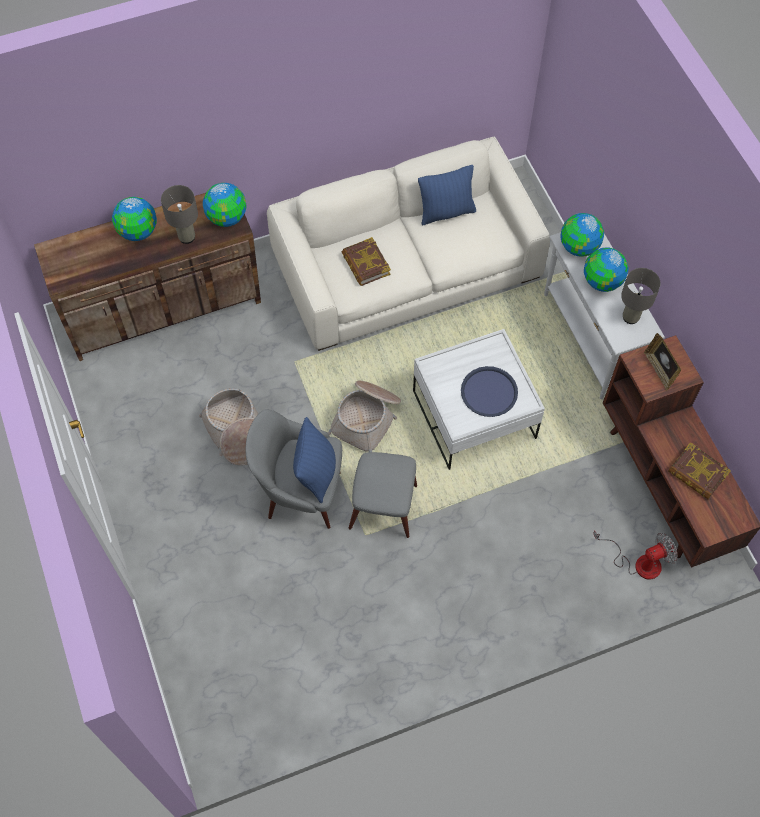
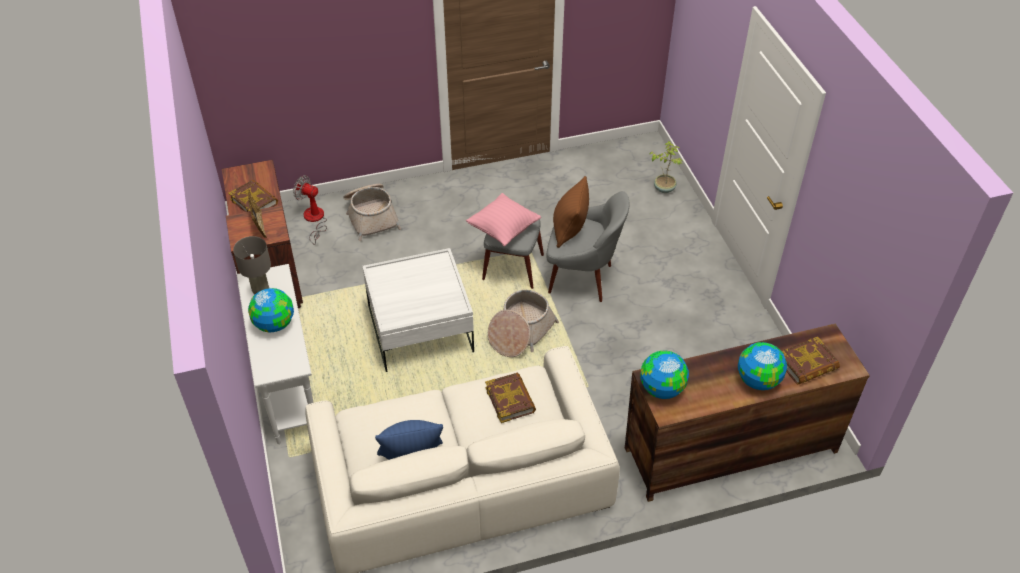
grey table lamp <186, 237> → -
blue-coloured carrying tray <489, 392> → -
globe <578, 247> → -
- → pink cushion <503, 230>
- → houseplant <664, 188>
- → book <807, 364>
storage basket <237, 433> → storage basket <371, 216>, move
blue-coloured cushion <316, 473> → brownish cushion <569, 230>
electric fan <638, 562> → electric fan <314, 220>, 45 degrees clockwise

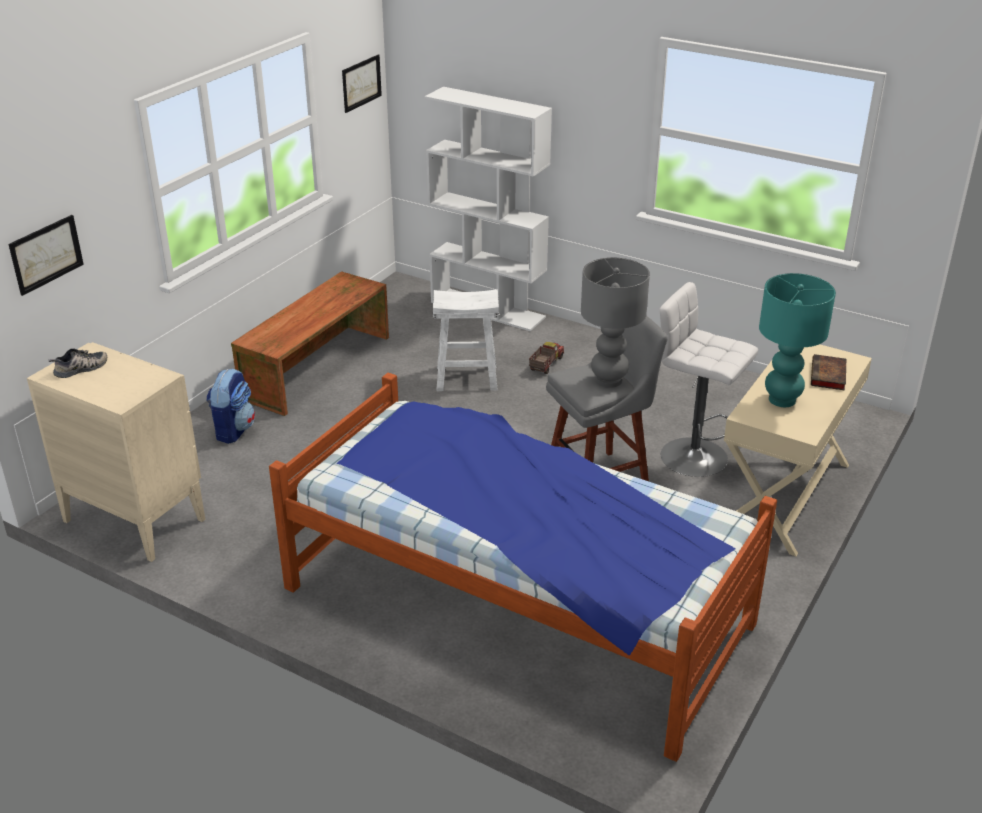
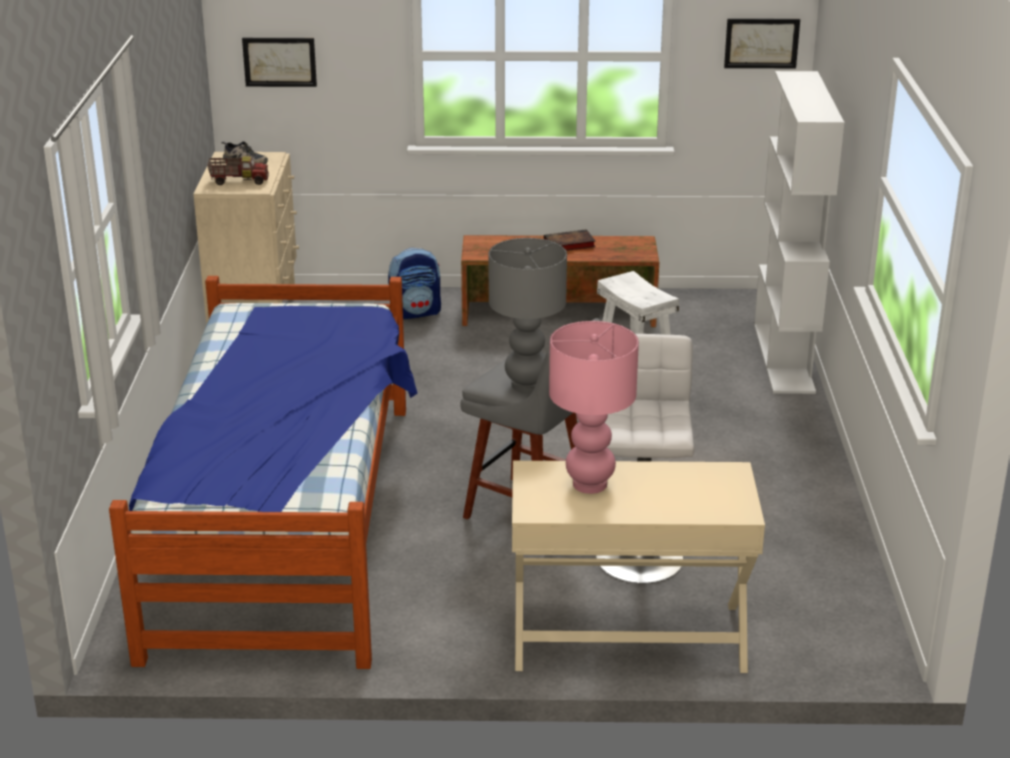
toy lorry <545, 364> → toy lorry <239, 181>, move
book <828, 376> → book <568, 244>, move
blue-green table lamp <781, 400> → pink table lamp <589, 484>

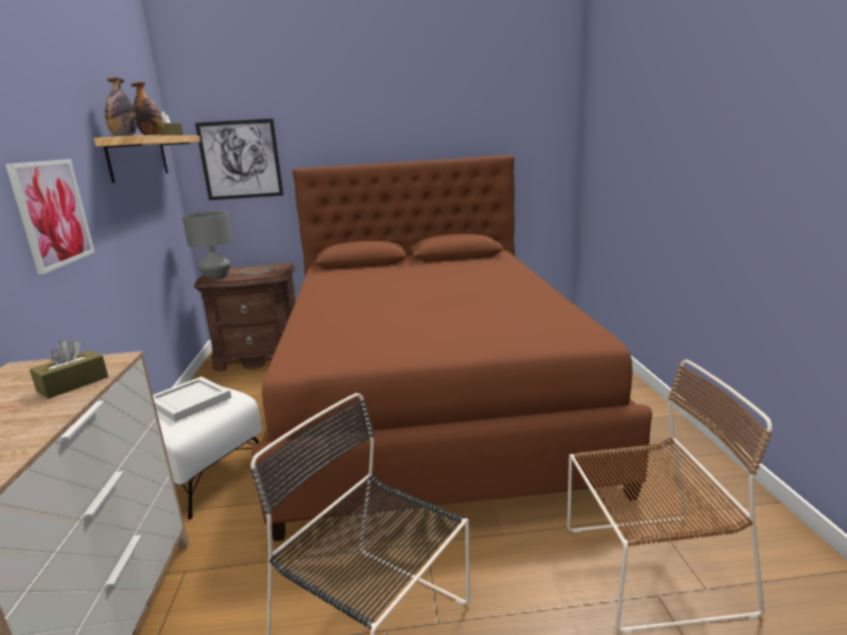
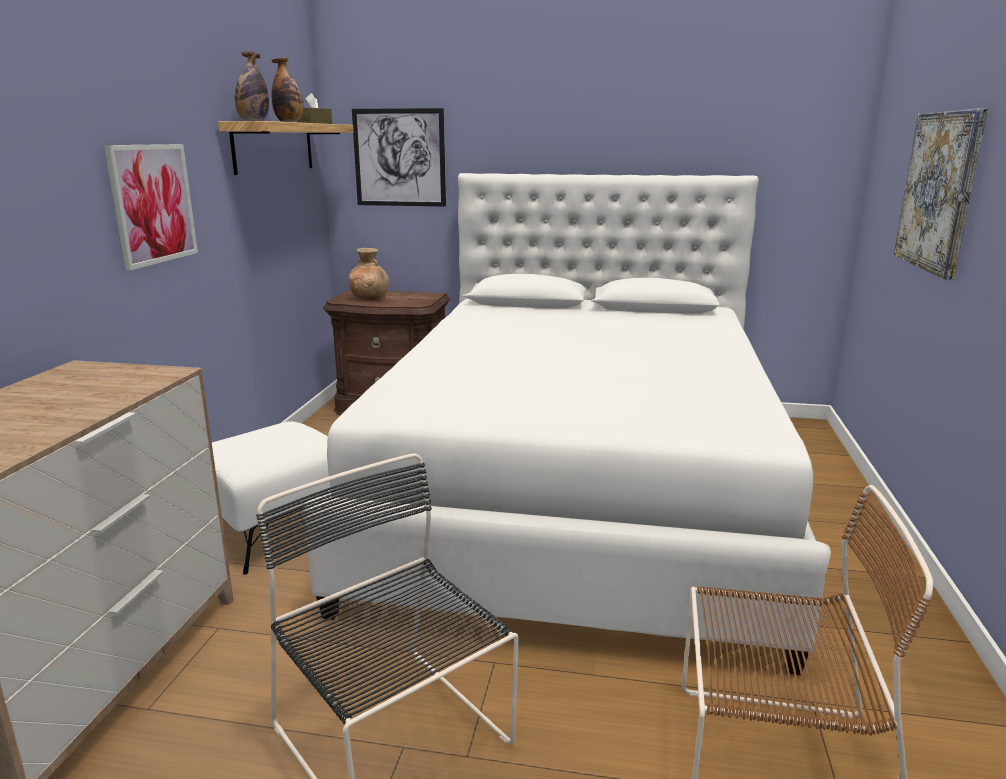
brownish tissue box <73, 384> → -
whitish carrying tray <190, 400> → -
- → picture <939, 191>
grey table lamp <232, 274> → brownish decorative vase <370, 298>
brownish sleeping bed <431, 398> → whitish sleeping bed <578, 490>

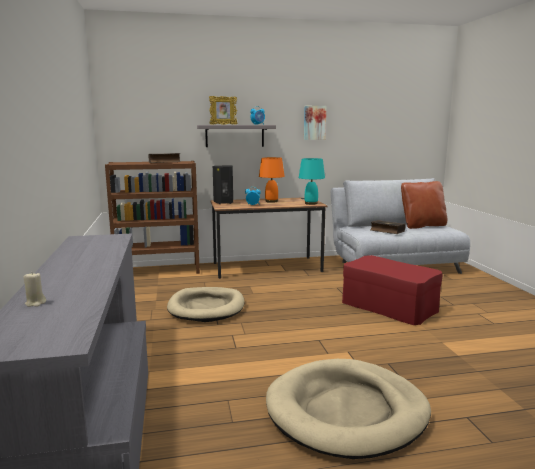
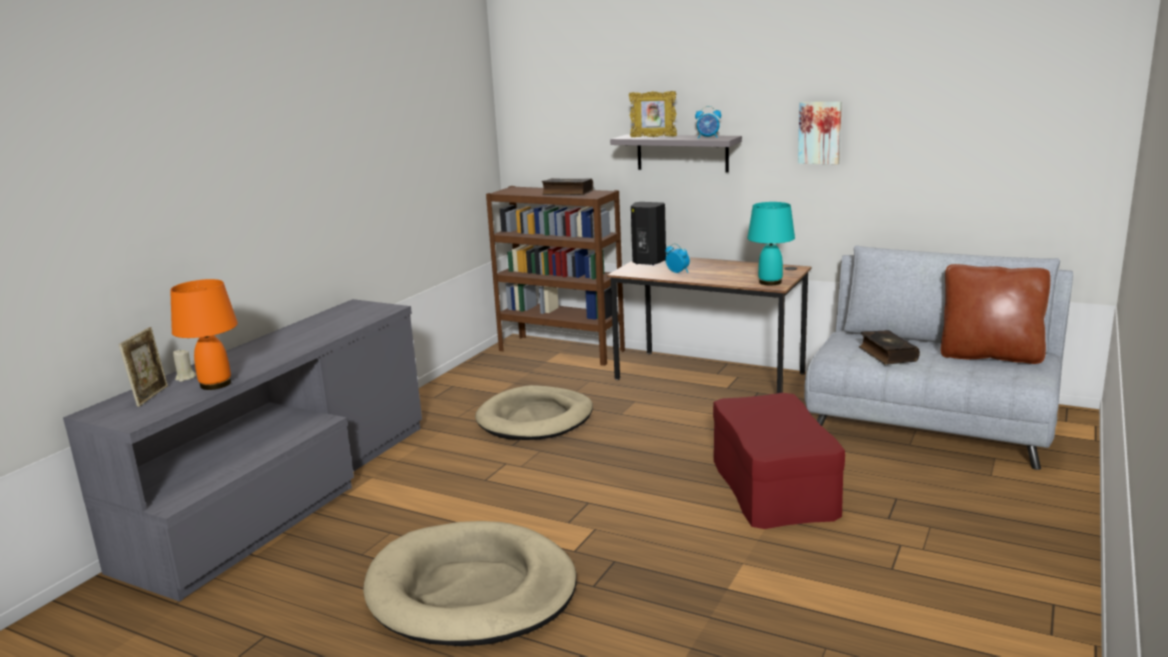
- → standing frame <151, 396>
orange-coloured table lamp <271, 201> → orange-coloured table lamp <216, 384>, move

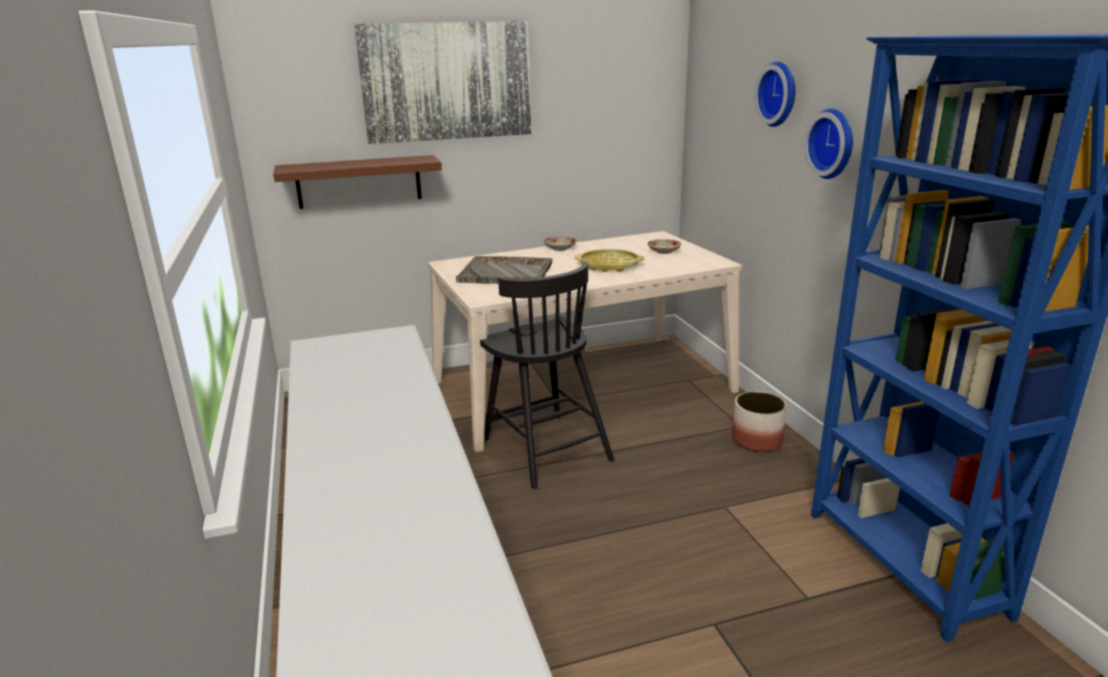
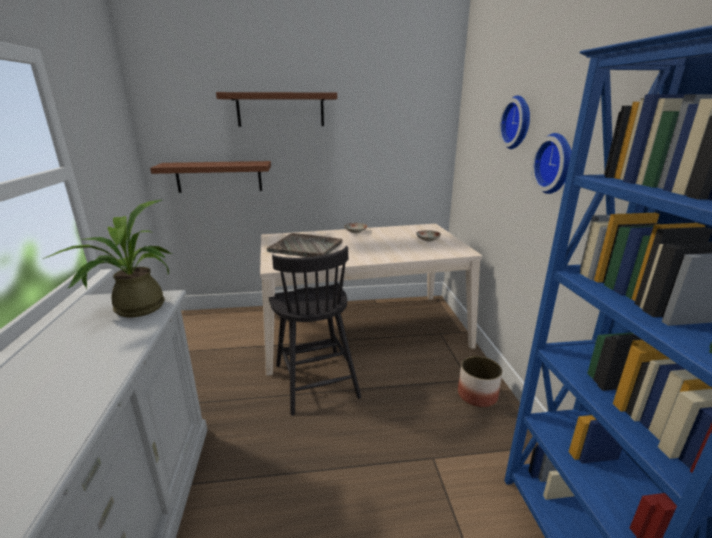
yellow-coloured carrying tray <609, 265> → -
- → houseplant <133, 309>
picture <447, 82> → brownish wall shelf <280, 110>

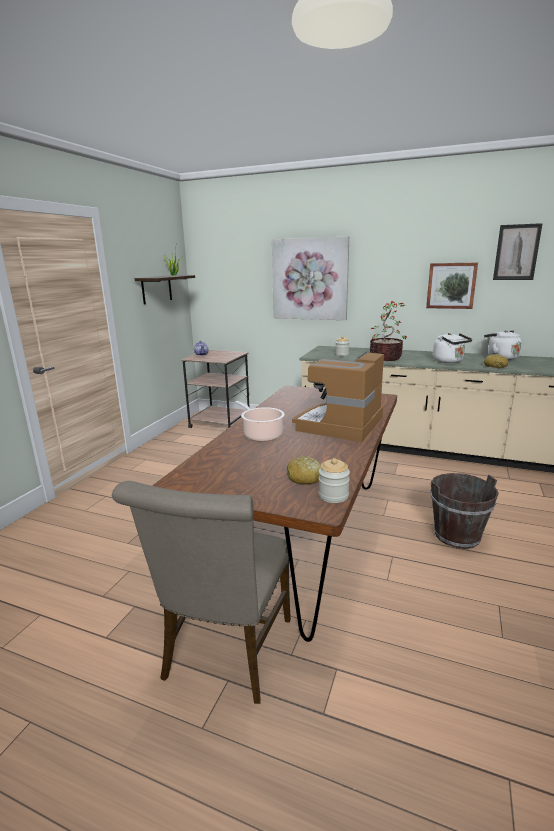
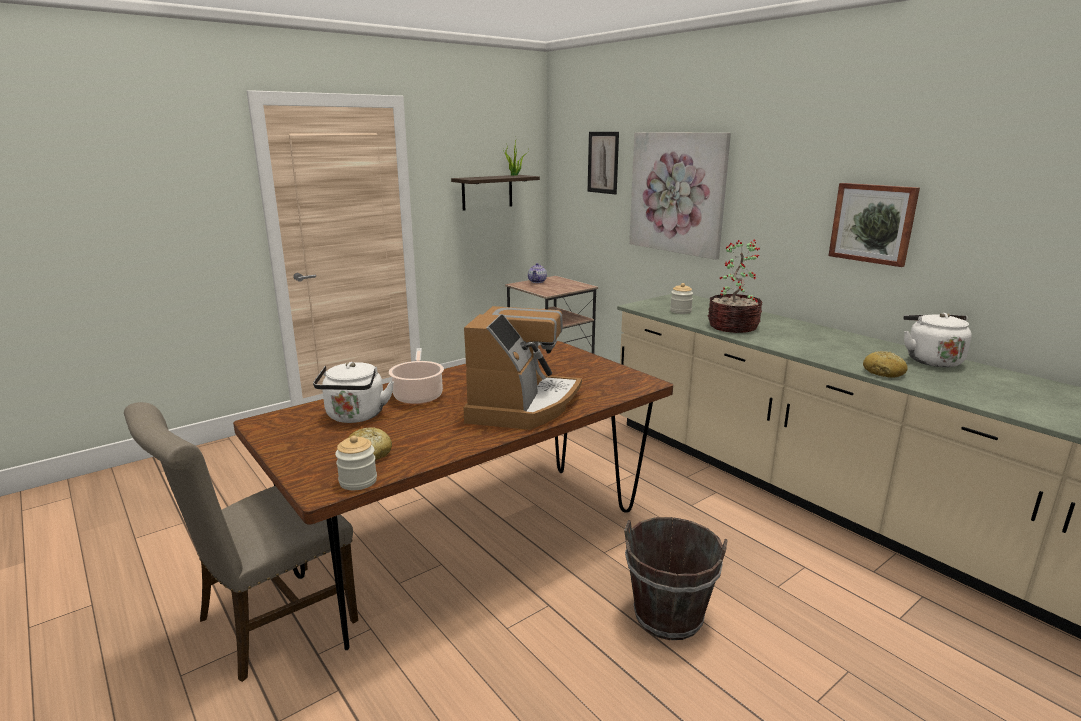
whitish tea kettle <449, 361> → whitish tea kettle <355, 416>, move
picture <516, 252> → picture <603, 162>, move
coffee brewer <340, 424> → coffee brewer <522, 405>, 135 degrees clockwise

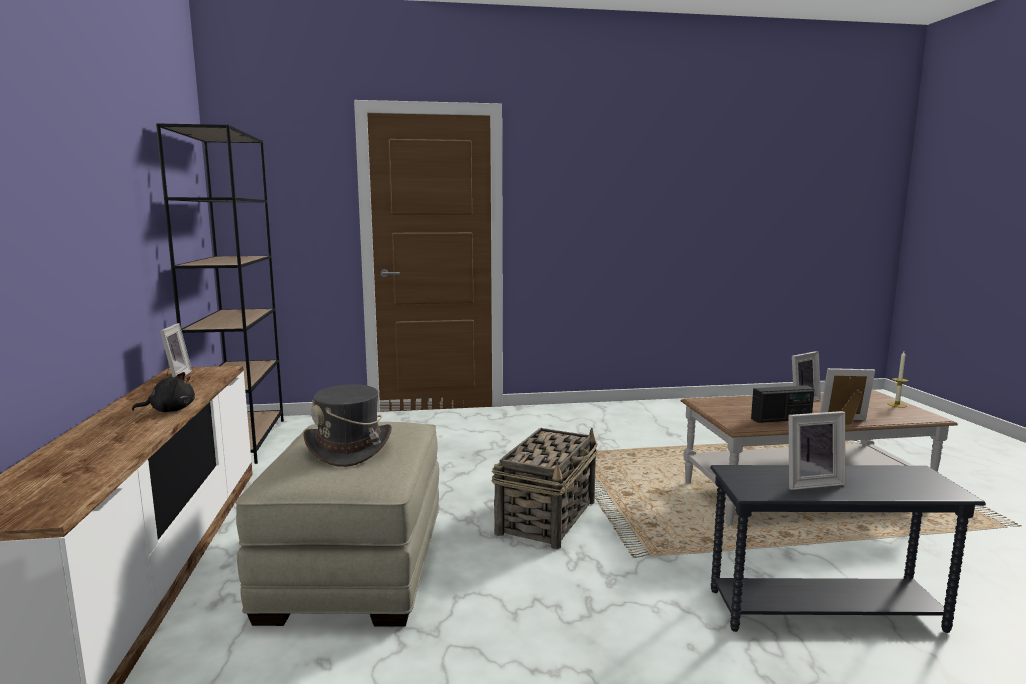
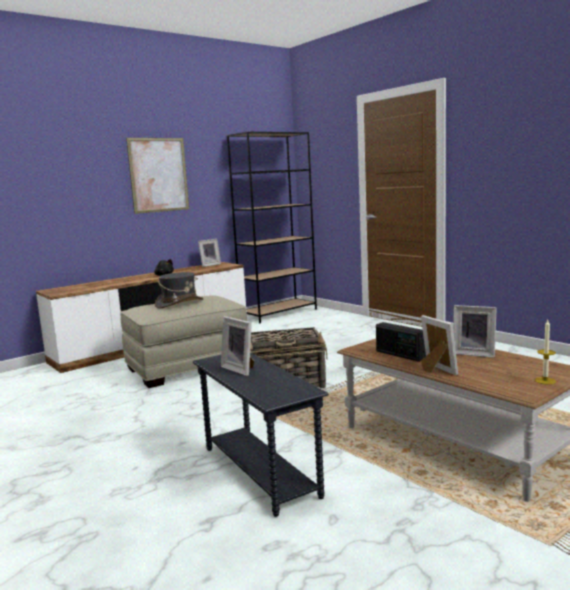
- → picture <158, 175>

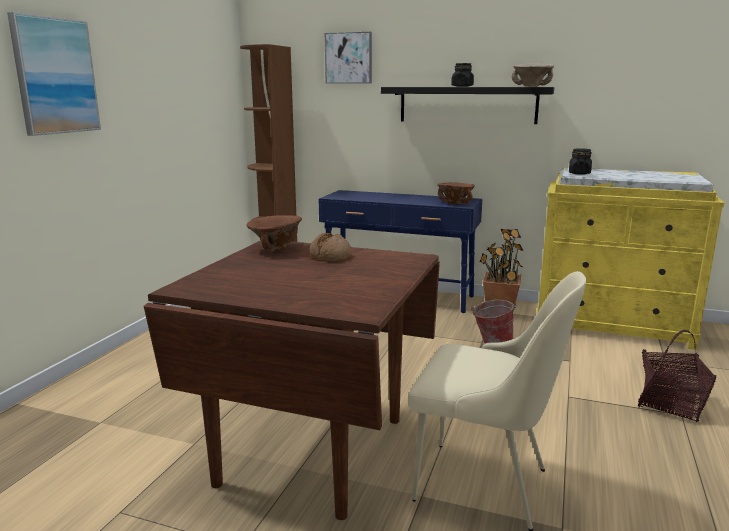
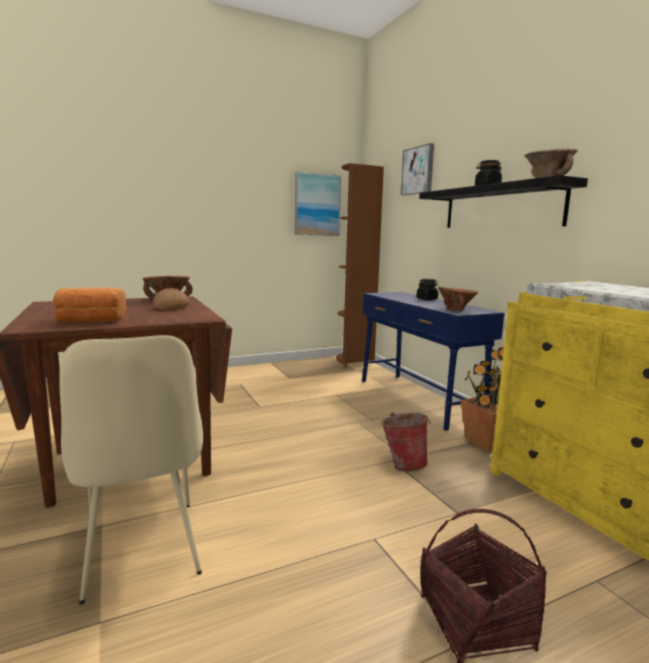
- → bakery bread <91, 321>
picture <55, 76> → picture <317, 205>, move
black preserve jar <579, 173> → black preserve jar <427, 299>, move

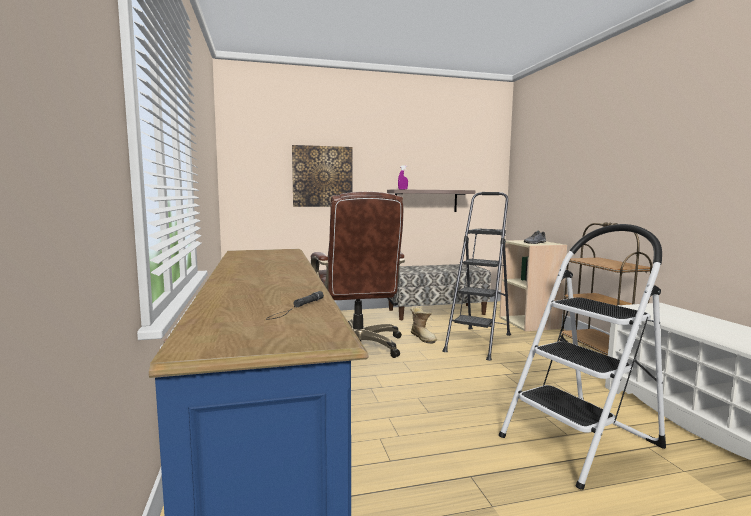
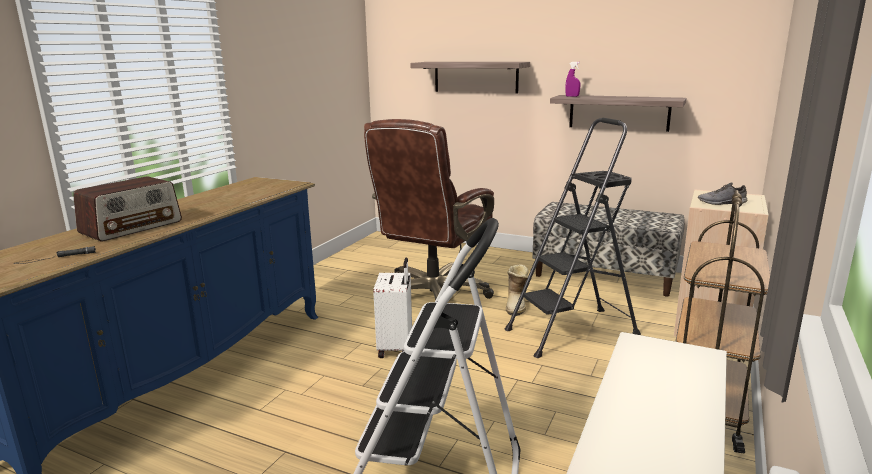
- → radio receiver <132, 227>
- → whitish suitcase <396, 348>
picture <322, 176> → wall shelf <475, 77>

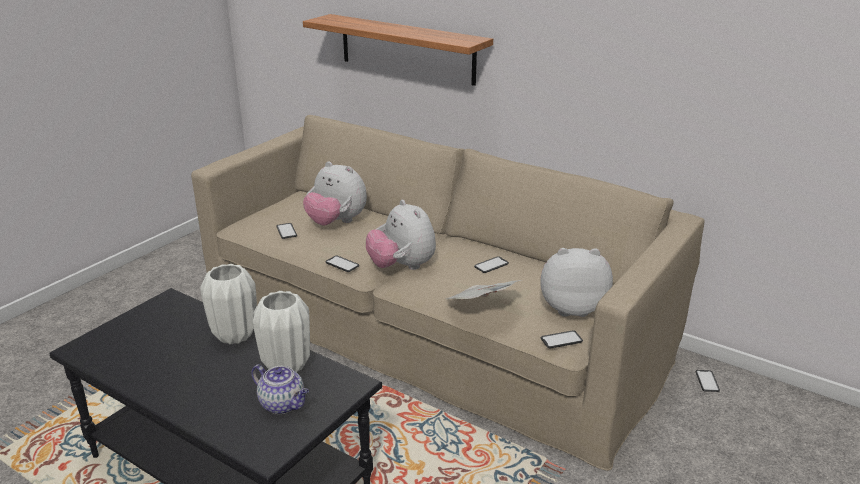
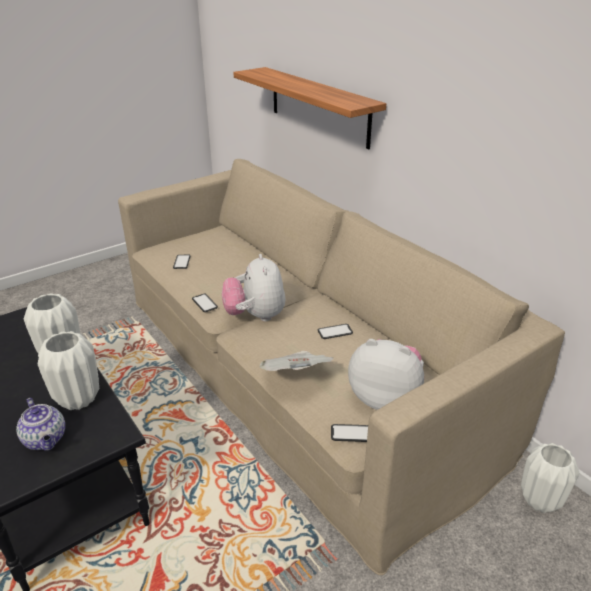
soft toy <336, 222> → -
phone <707, 381> → whitish decorative vase <540, 500>

